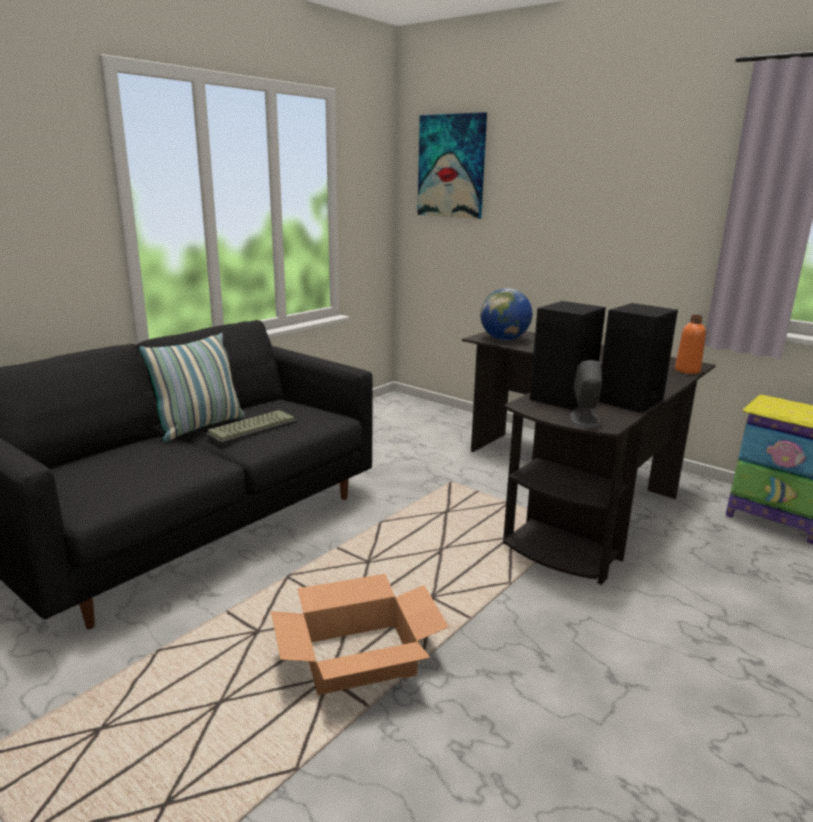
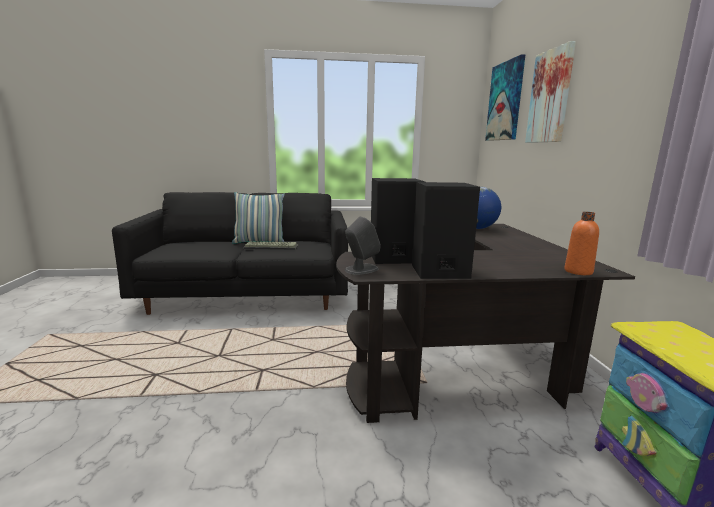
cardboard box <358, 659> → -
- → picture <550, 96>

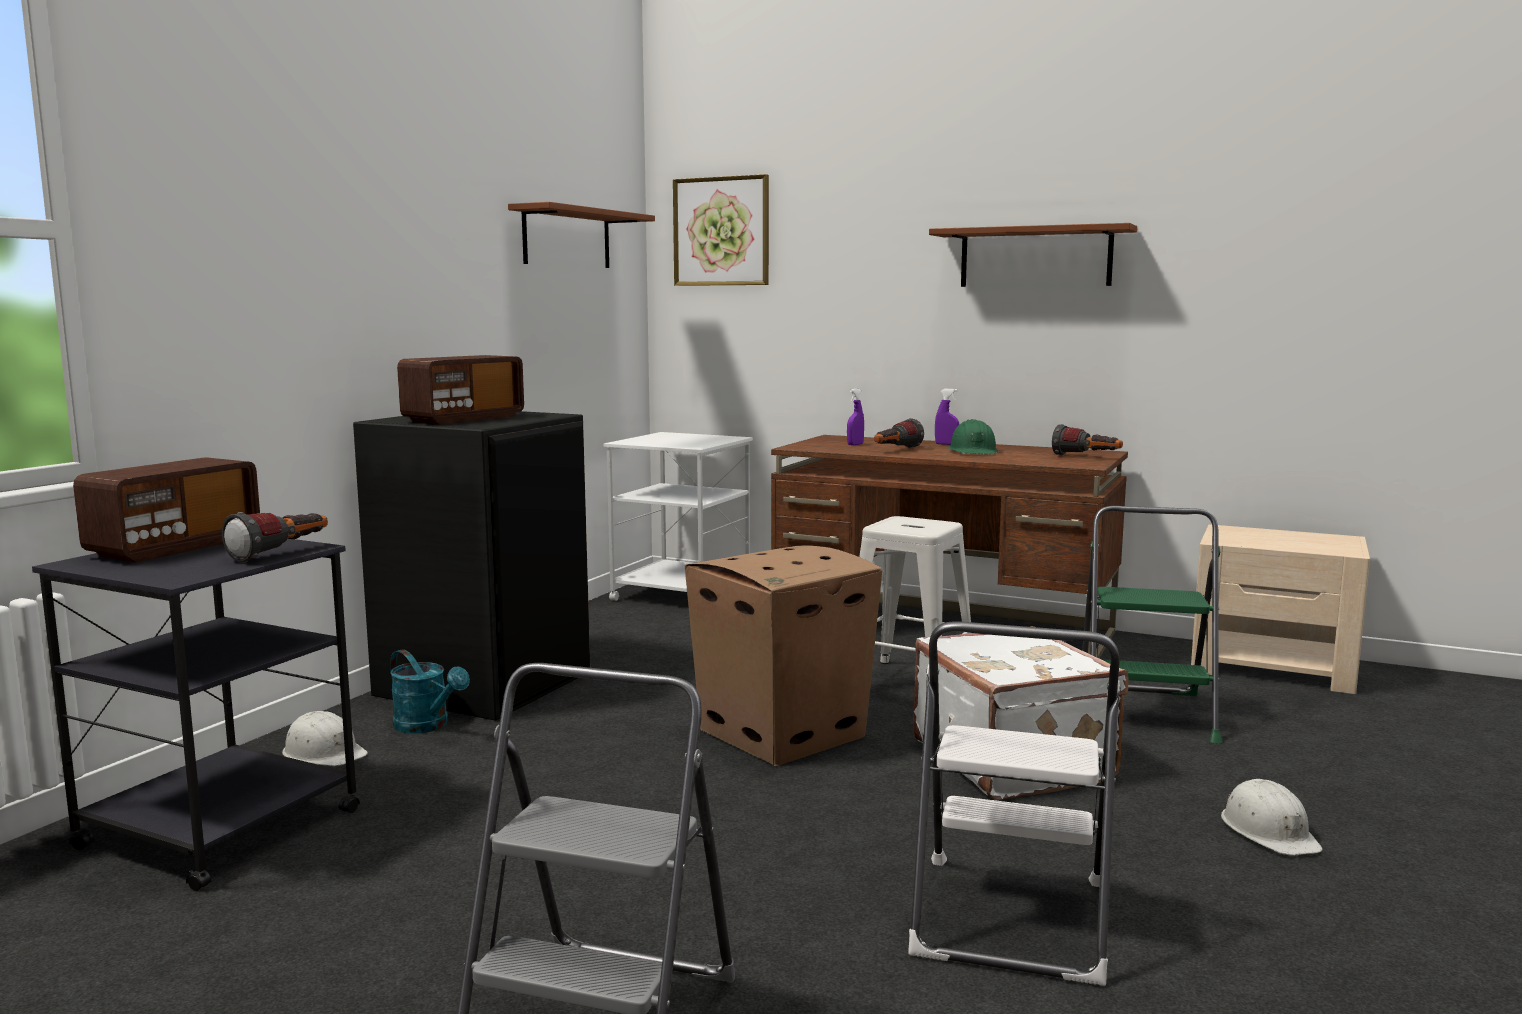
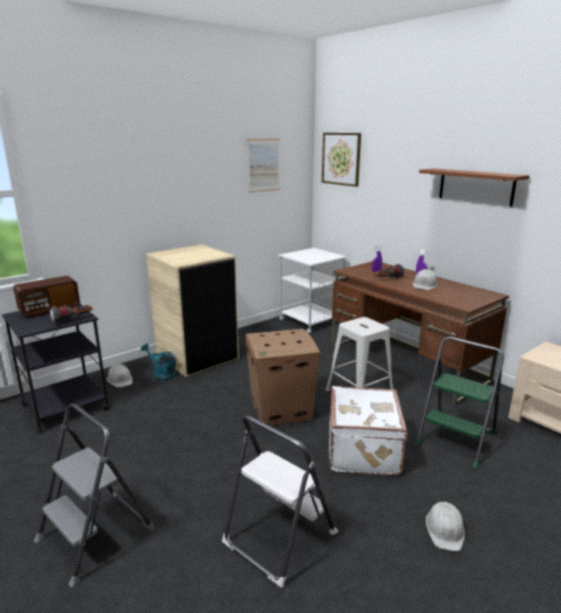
radio receiver <463, 419> → -
flashlight <1086, 457> → -
brownish wall shelf <567, 238> → picture <264, 165>
black storage cabinet <485, 683> → sand-coloured storage cabinet <197, 356>
green work helmet <973, 451> → whitish work helmet <424, 285>
blue-green watering can <427, 726> → blue-green watering can <161, 374>, 150 degrees clockwise

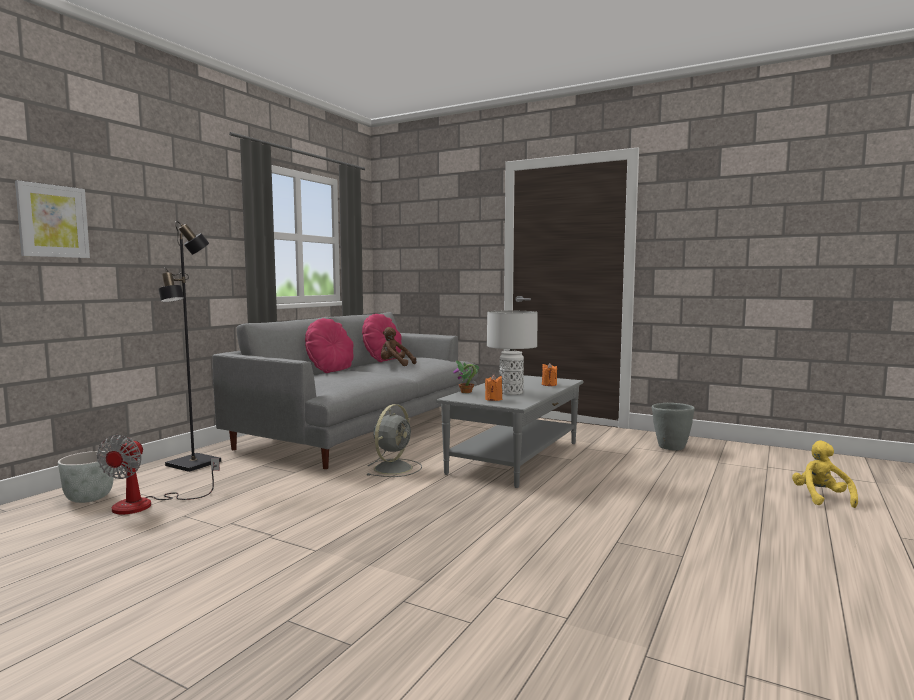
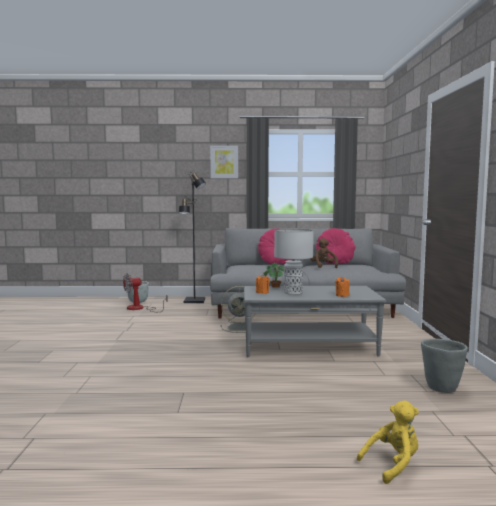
picture <52, 221> → picture <224, 162>, move

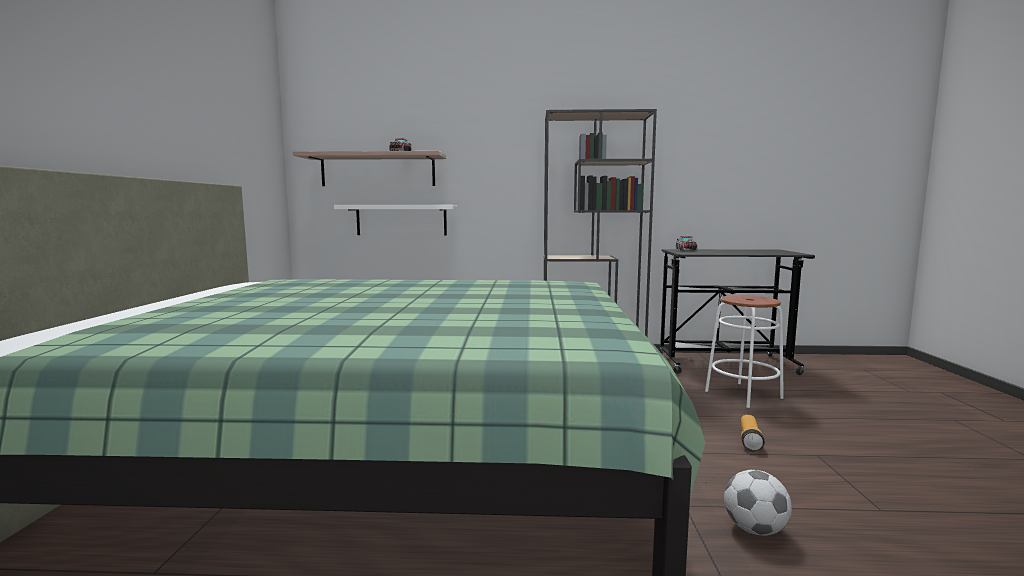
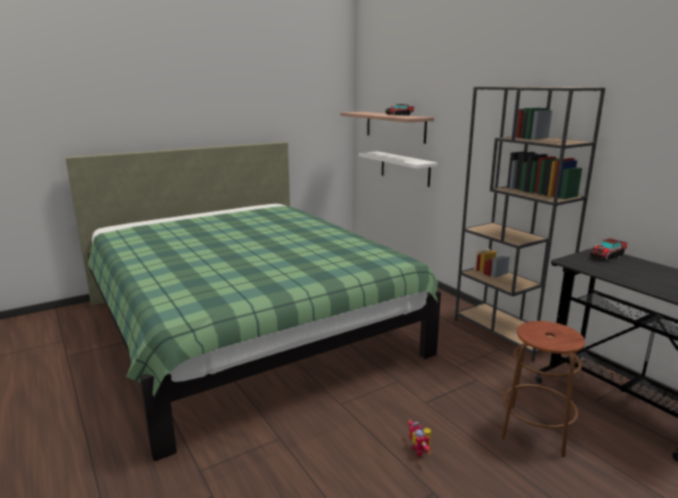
football ball <754, 529> → -
flashlight <750, 440> → robot figure <420, 450>
whitish stool seat <743, 394> → brownish stool seat <535, 430>

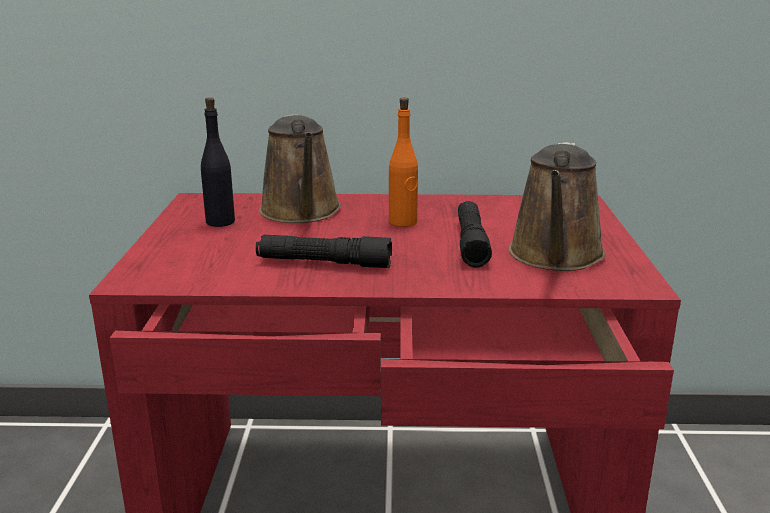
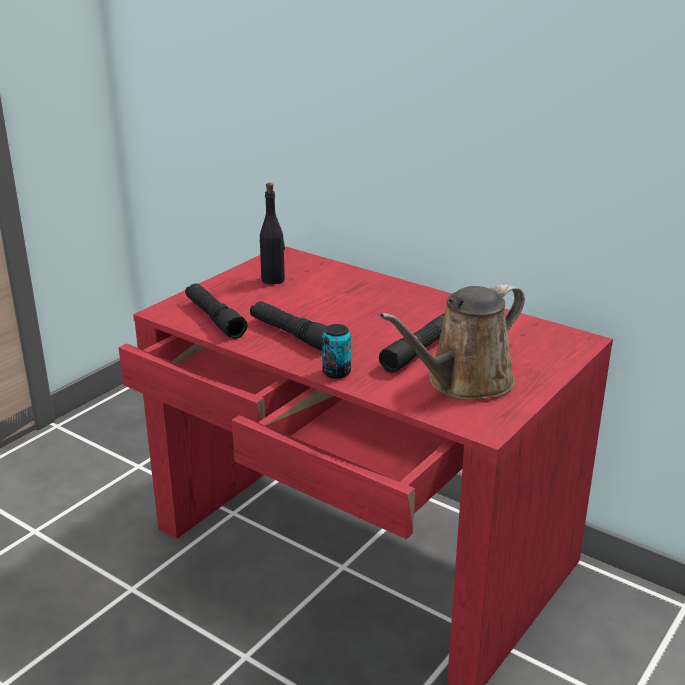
brownish watering can <301, 212> → -
orange-coloured beverage bottle <403, 222> → -
- → black flashlight <214, 318>
- → sealed can <336, 372>

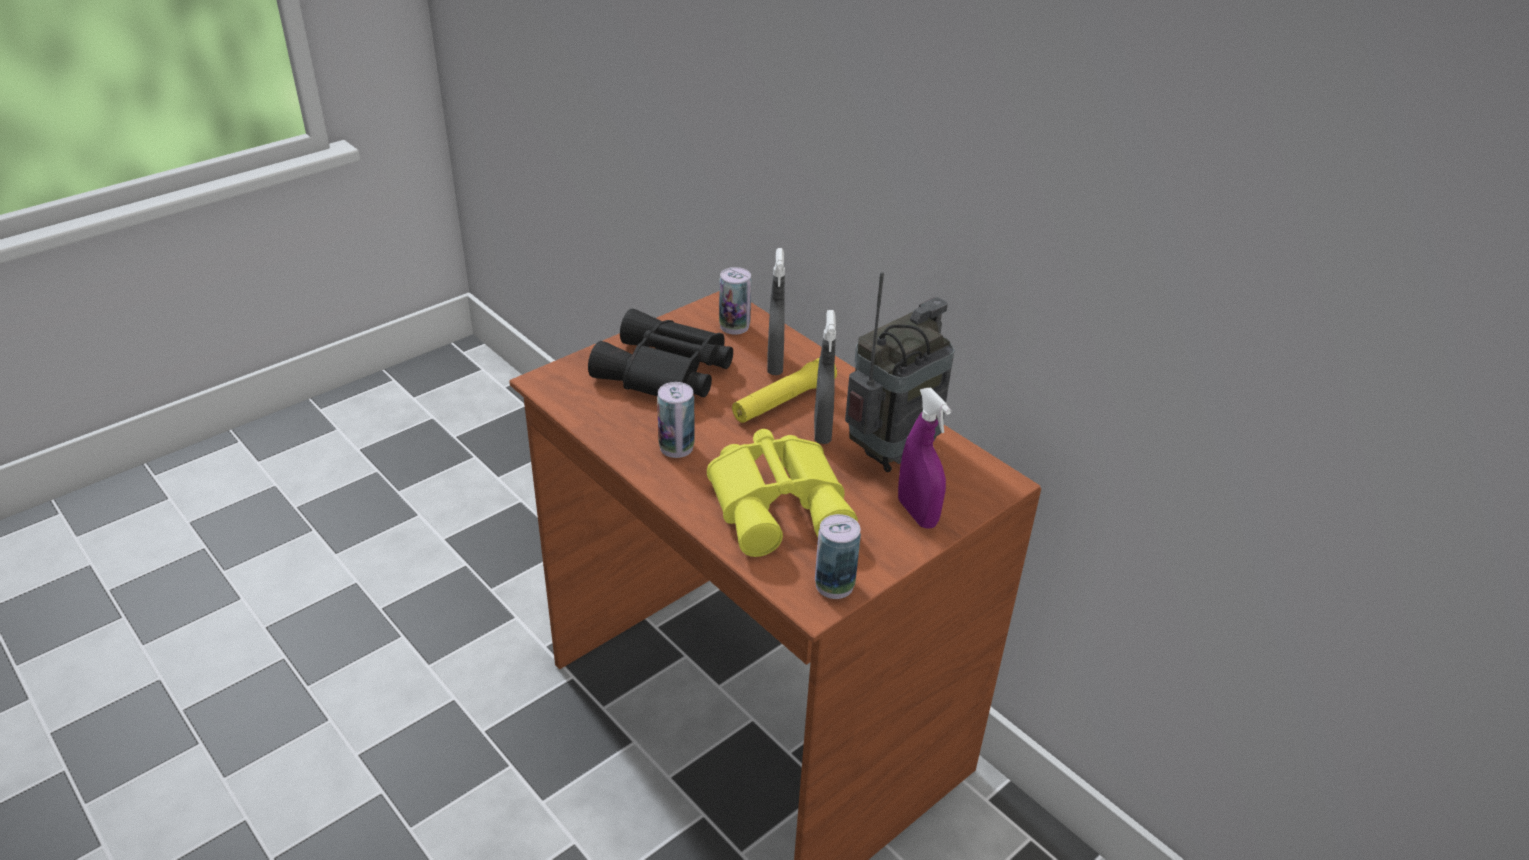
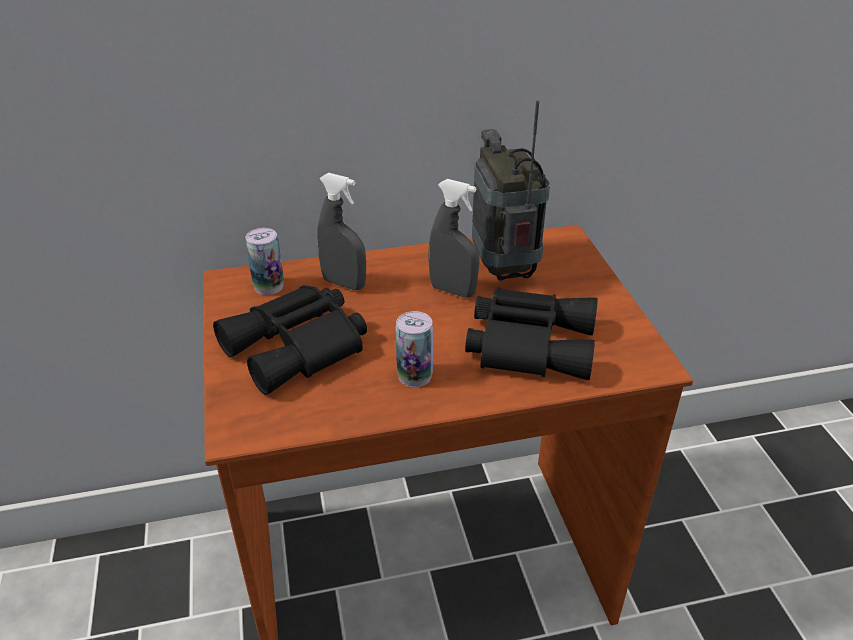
yellow-coloured flashlight <783, 400> → -
sealed can <834, 585> → -
purple sprayer <917, 513> → -
yellow-coloured pair of binoculars <780, 503> → black pair of binoculars <529, 342>

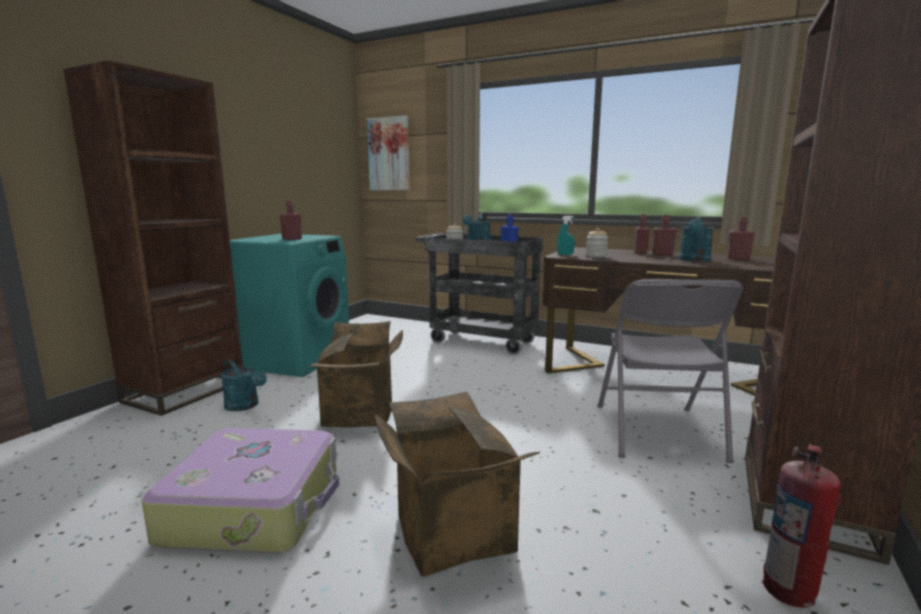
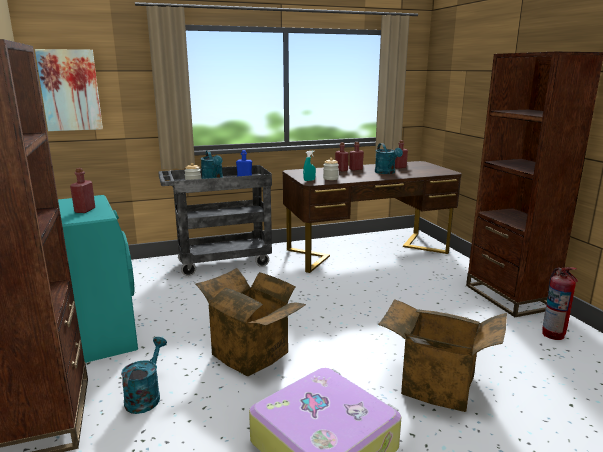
grey plain chair <656, 431> → -
blue-green watering can <245, 406> → blue-green watering can <145, 396>, 75 degrees counterclockwise

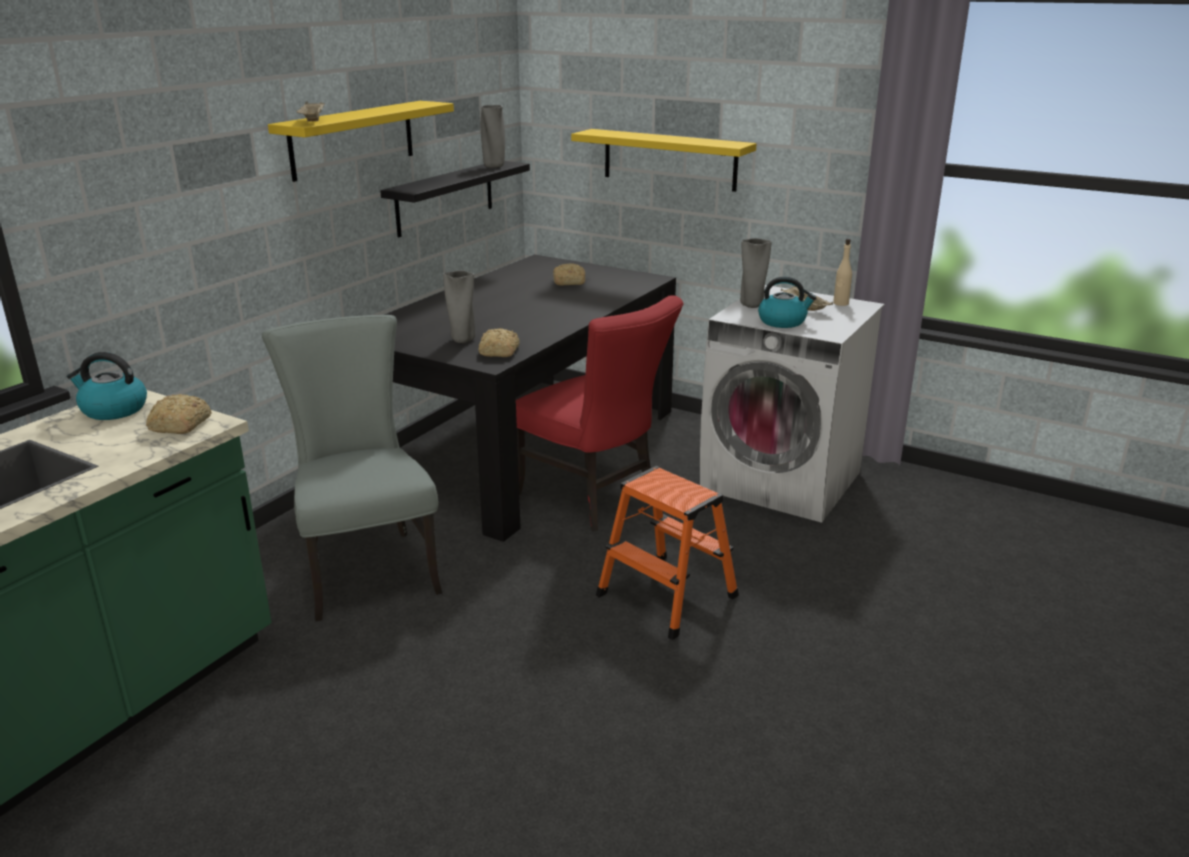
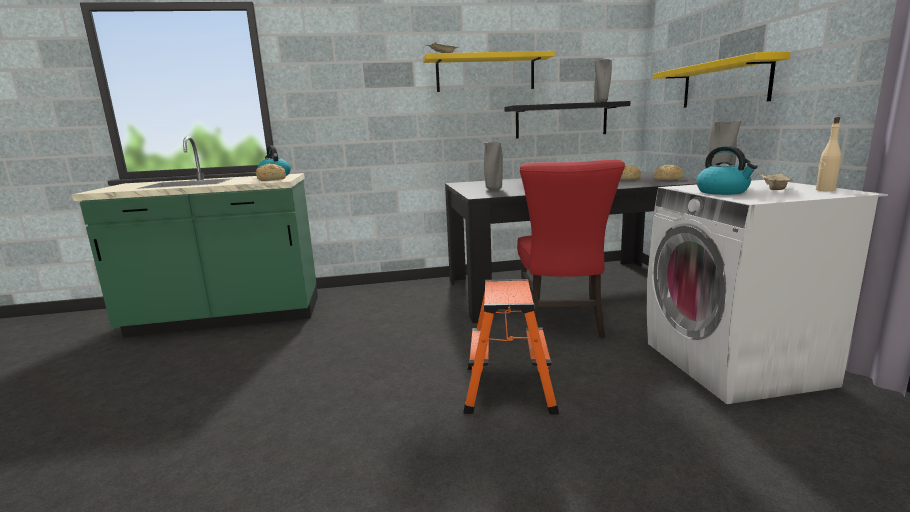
grey plain chair <366, 567> → -
bakery bread <499, 352> → bakery bread <667, 179>, move

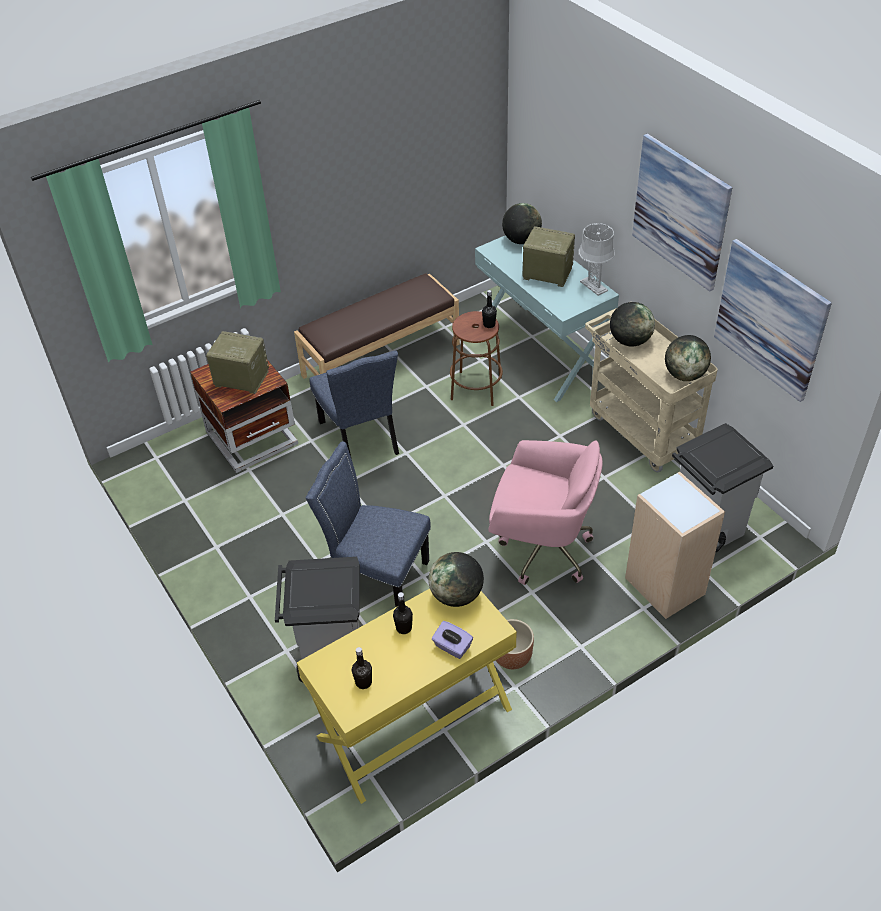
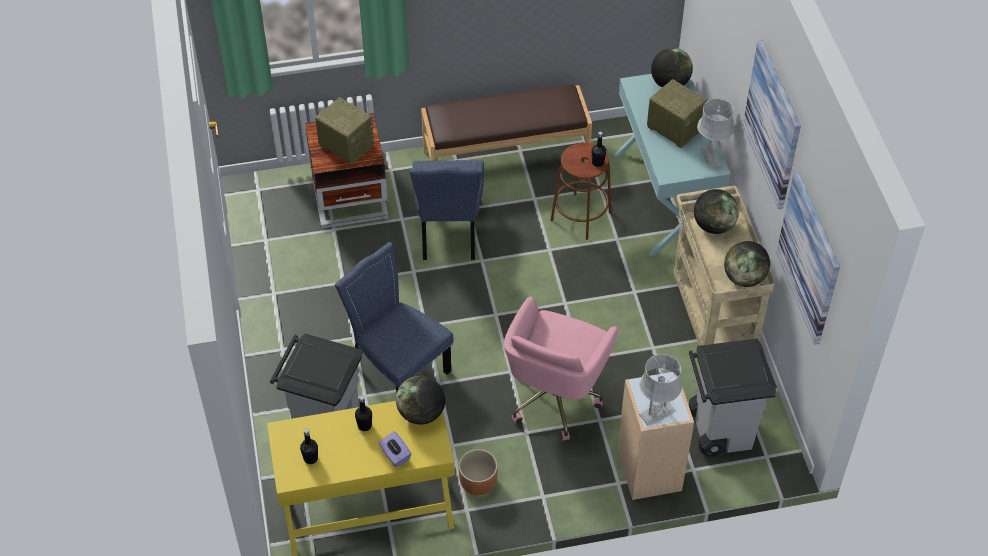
- → grey table lamp <657, 412>
pink desk chair <541, 551> → pink desk chair <555, 398>, 75 degrees clockwise

